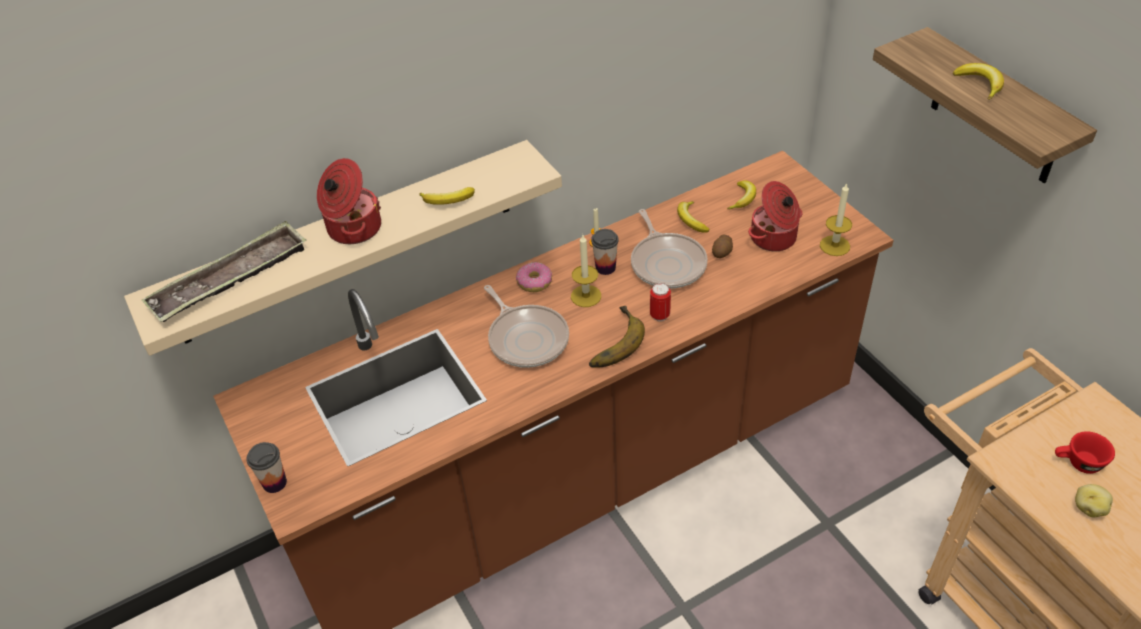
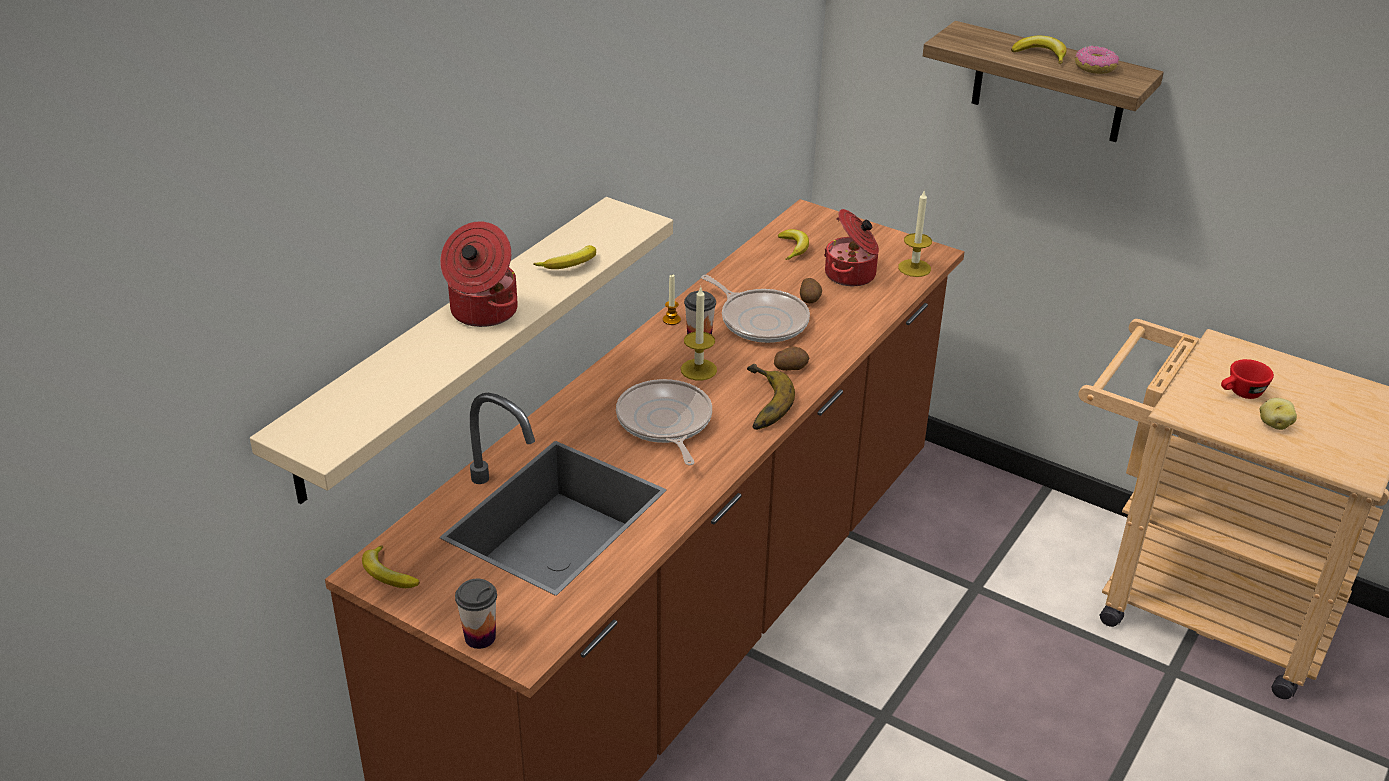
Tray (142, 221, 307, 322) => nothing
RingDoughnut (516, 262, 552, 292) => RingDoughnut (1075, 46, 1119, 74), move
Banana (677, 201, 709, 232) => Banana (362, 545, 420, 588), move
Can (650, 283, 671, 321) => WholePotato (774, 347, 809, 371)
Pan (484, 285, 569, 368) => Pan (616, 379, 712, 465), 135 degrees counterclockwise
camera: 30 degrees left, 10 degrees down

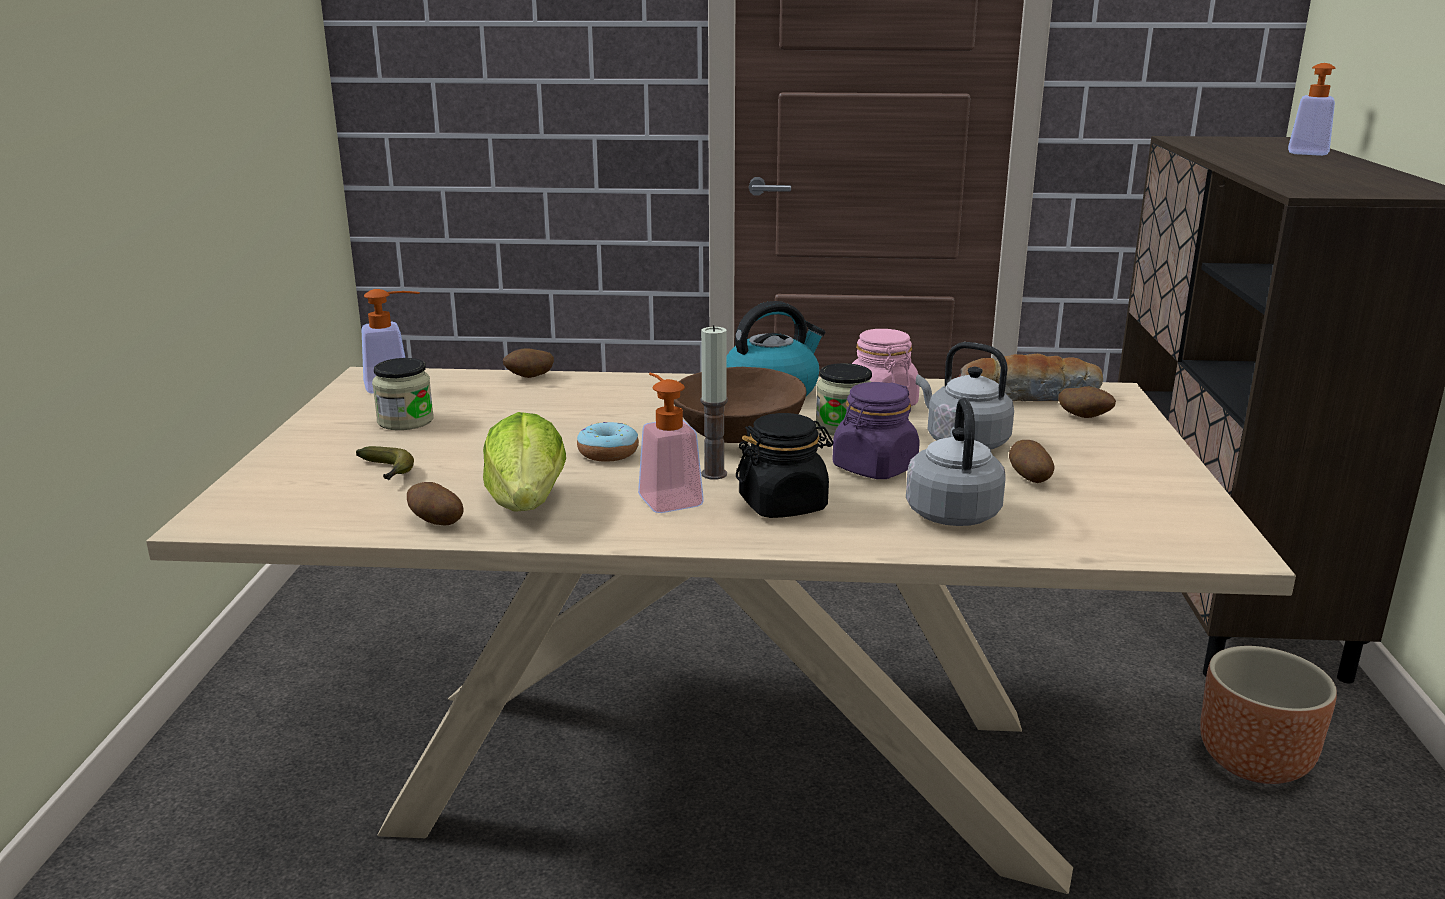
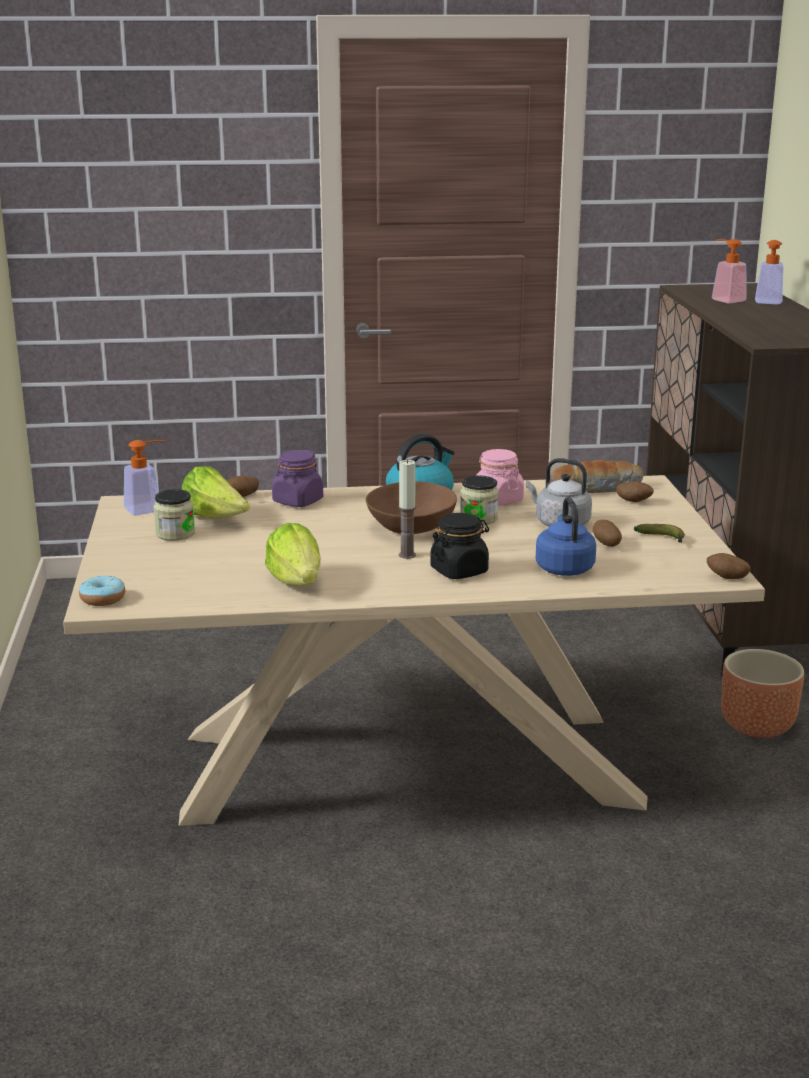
nothing => Lettuce (182, 466, 250, 519)
Banana (356, 446, 414, 480) => Banana (634, 524, 685, 543), move
WholePotato (407, 482, 464, 526) => WholePotato (707, 553, 751, 579), move
RingDoughnut (577, 422, 639, 462) => RingDoughnut (79, 576, 125, 606), move
SoapDispenser (638, 373, 704, 513) => SoapDispenser (712, 239, 746, 304), move
PurplishStorageJar (832, 382, 920, 479) => PurplishStorageJar (272, 450, 323, 507), move
GrayKettle (906, 398, 1005, 526) => BlueColouredKettle (536, 497, 596, 576)
camera: 10 degrees left, 0 degrees up

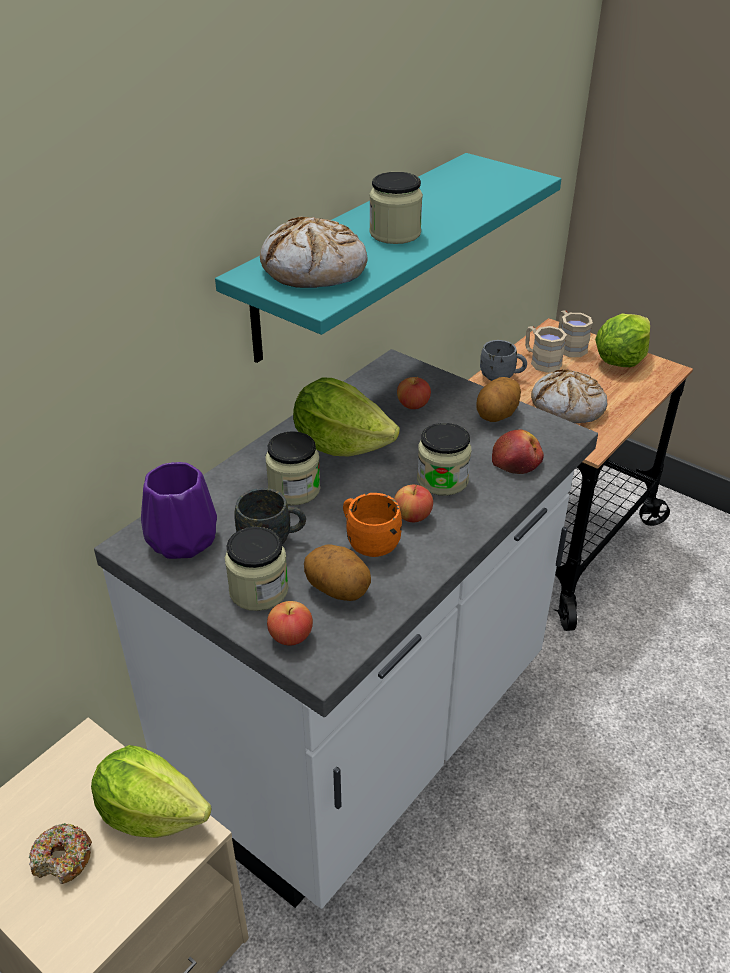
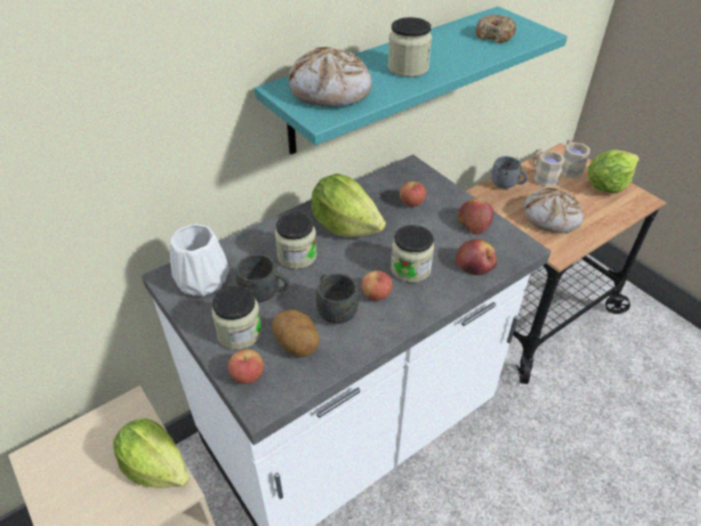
RingDoughnut (29, 823, 92, 884) => RingDoughnut (476, 14, 517, 43), move
WholePotato (476, 377, 521, 422) => Apple (458, 199, 494, 235)
PurplishVase (141, 462, 217, 559) => WhiteColouredVase (169, 224, 229, 297)
OrangeColouredTeaMug (343, 493, 402, 557) => GrayTeaMug (316, 273, 359, 324)
camera: 15 degrees right, 5 degrees up

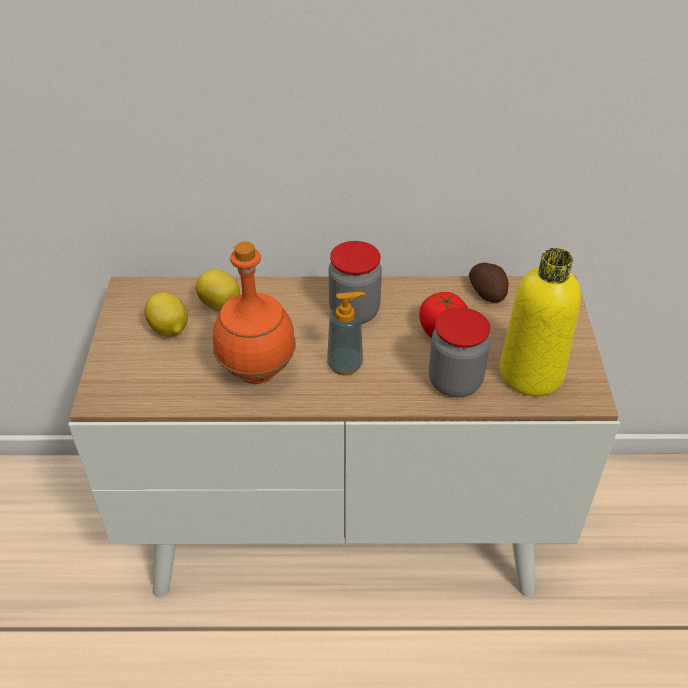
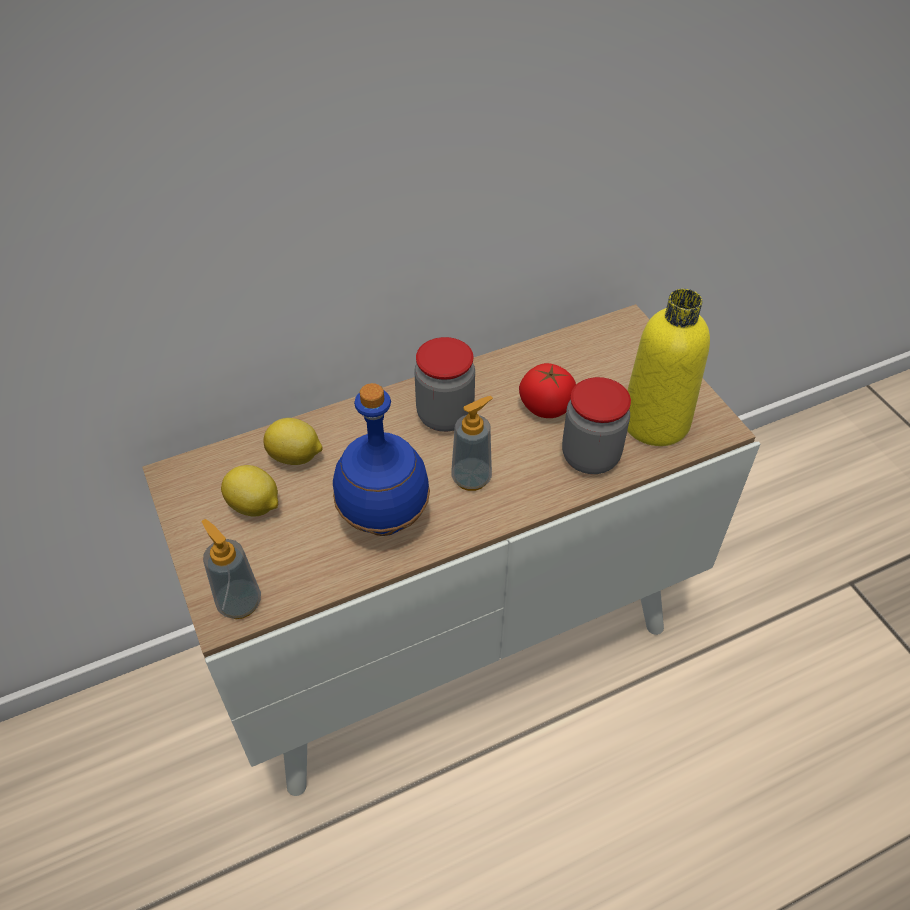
WholePotato (469, 263, 509, 303) => nothing
nothing => SoapDispenser (202, 519, 261, 619)
OrangeColouredBottle (213, 241, 296, 384) => BlueColouredBottle (333, 383, 430, 536)
camera: 25 degrees left, 5 degrees up

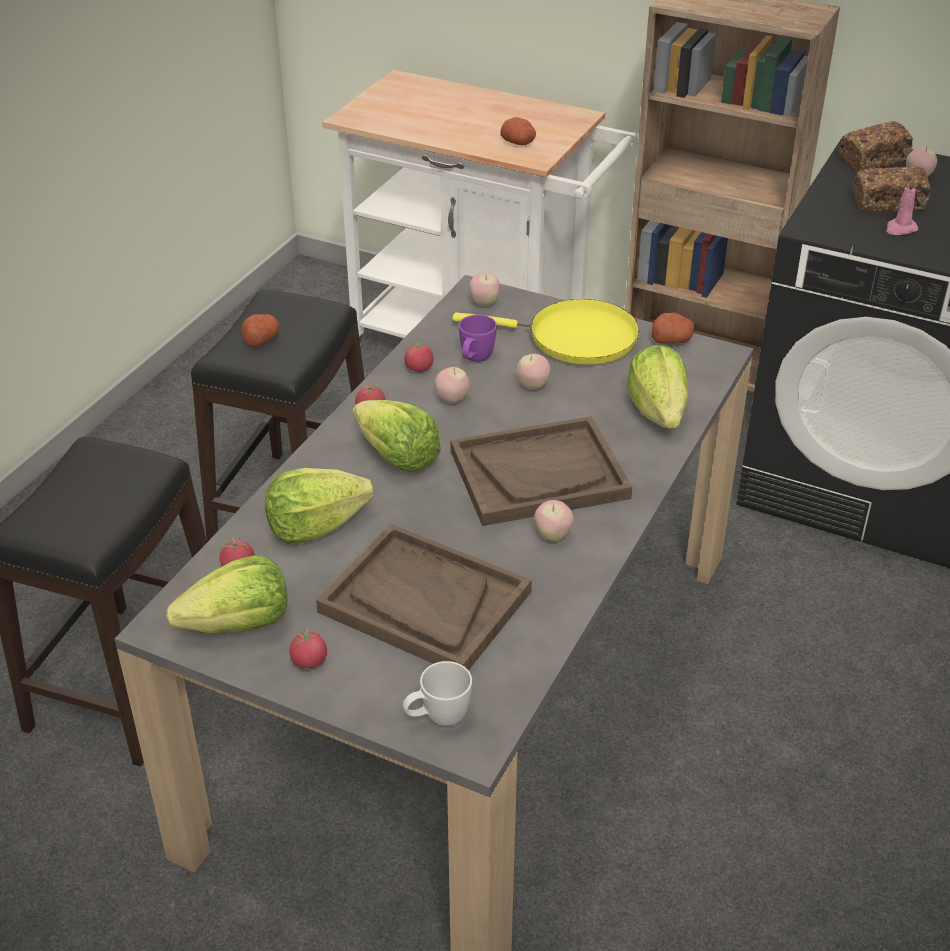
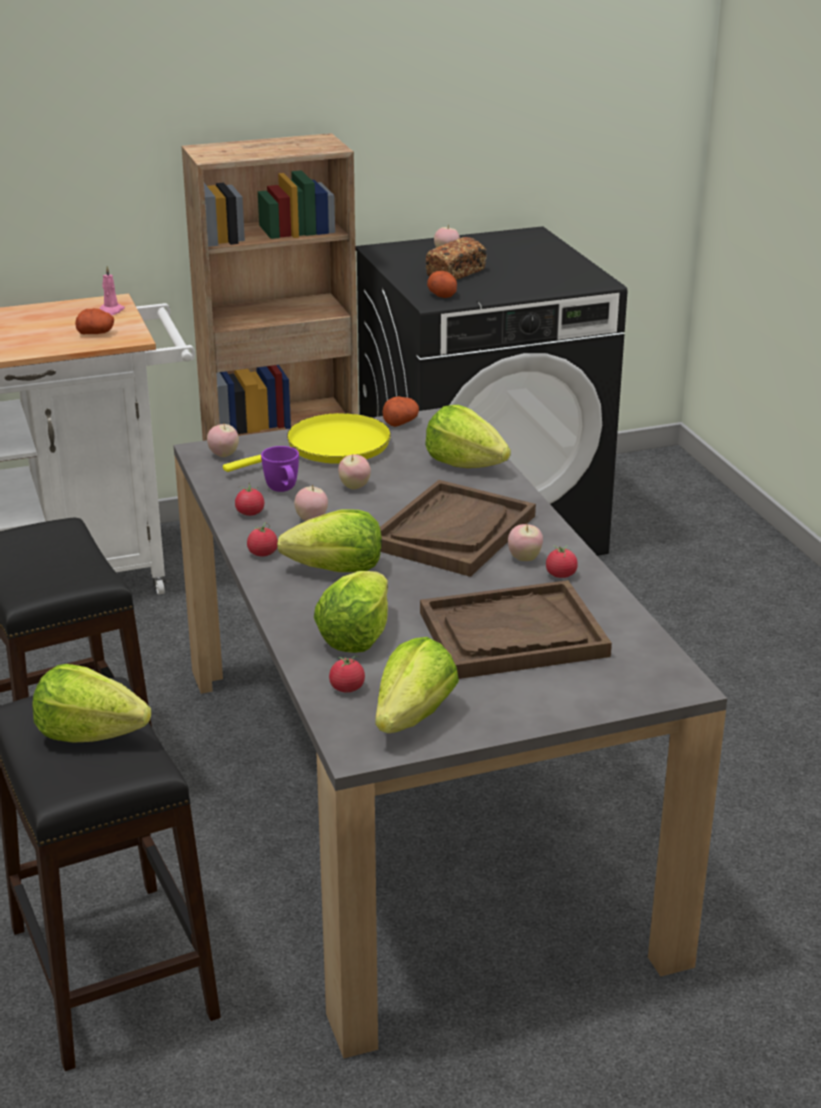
WhiteColouredTeaMug (403, 661, 472, 726) => nothing
BakeryBread (840, 121, 913, 172) => nothing
nothing => Lettuce (32, 664, 152, 743)
WholePotato (241, 314, 279, 347) => WholePotato (427, 271, 457, 298), move
Tomato (289, 626, 327, 669) => Tomato (546, 545, 578, 578), move
PinkishCandle (886, 179, 918, 235) => PinkishCandle (99, 266, 125, 315), move
camera: 45 degrees left, 10 degrees down

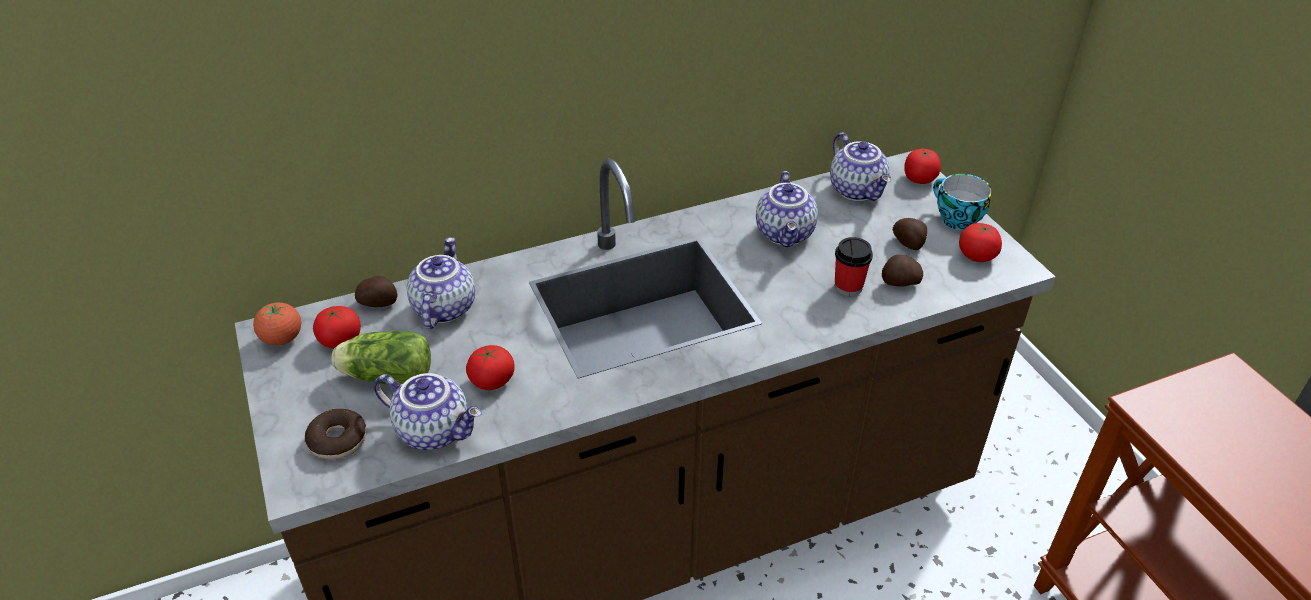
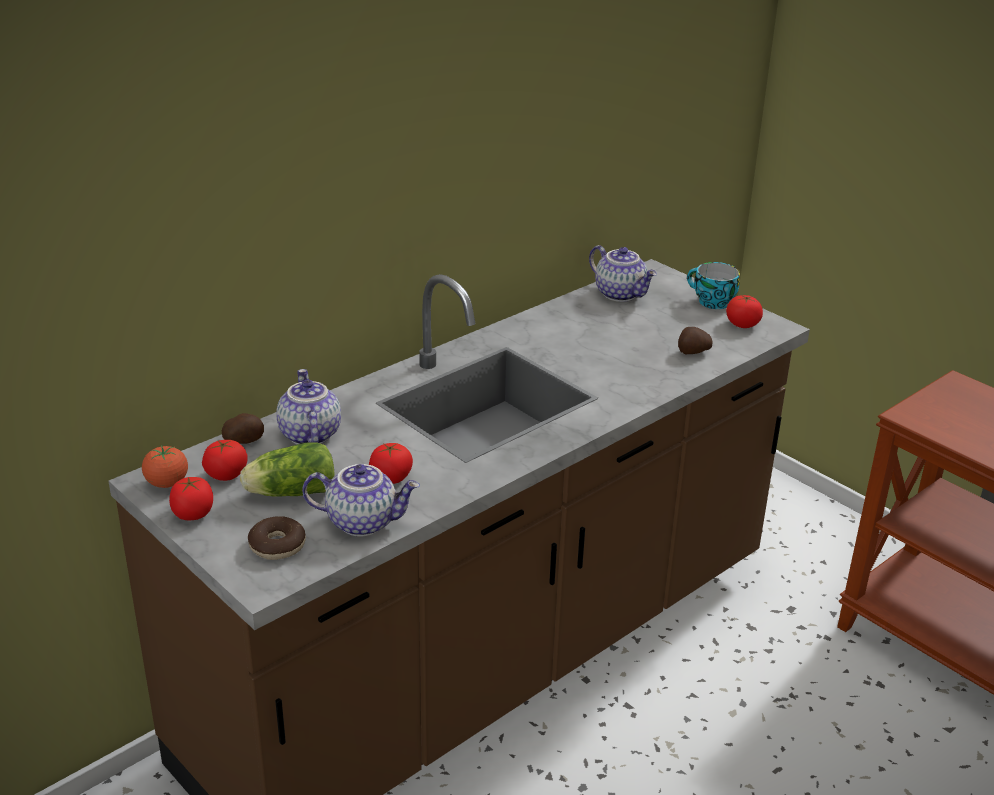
Teapot (756, 171, 818, 247) => nothing
DrinkingCup (835, 237, 873, 296) => nothing
WholePotato (893, 218, 927, 250) => nothing
Tomato (904, 149, 941, 184) => Tomato (169, 477, 213, 520), move
camera: 20 degrees left, 10 degrees down

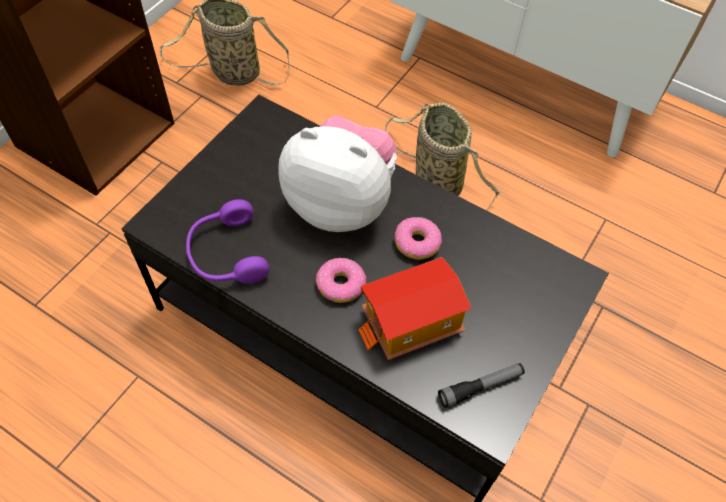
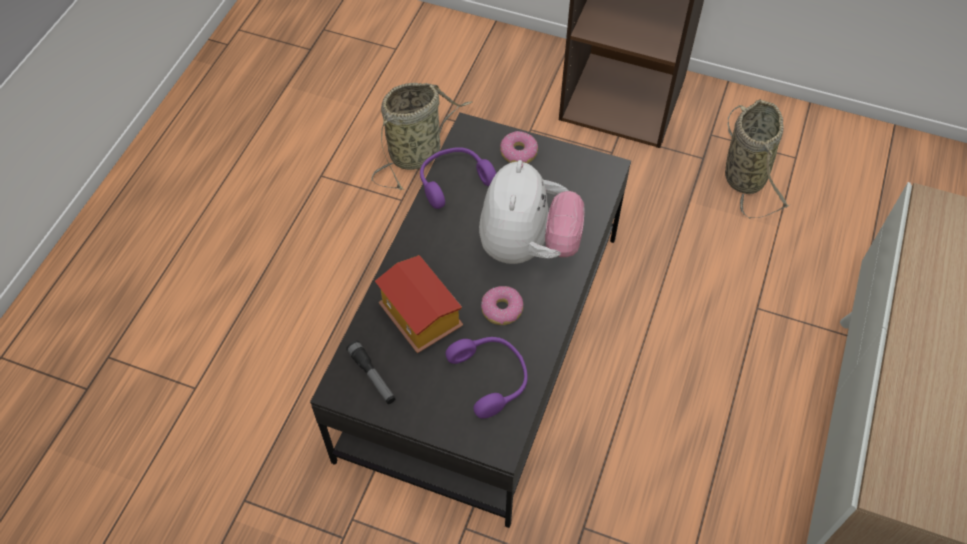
nothing => PurplishPairOfHeadphones (446, 337, 528, 419)
RingDoughnut (316, 258, 366, 303) => RingDoughnut (500, 131, 538, 164), move
HouseholdBasket (385, 102, 500, 211) => HouseholdBasket (372, 83, 472, 190), move
camera: 80 degrees right, 0 degrees up

